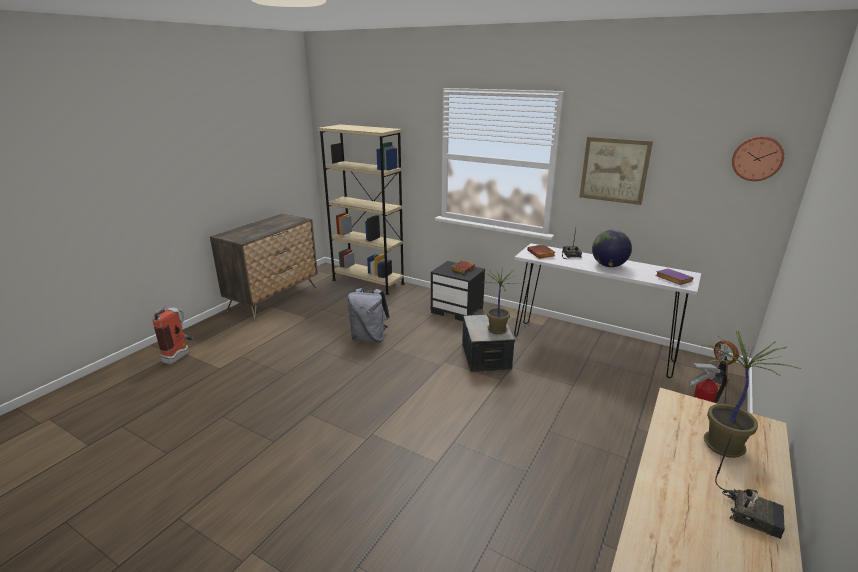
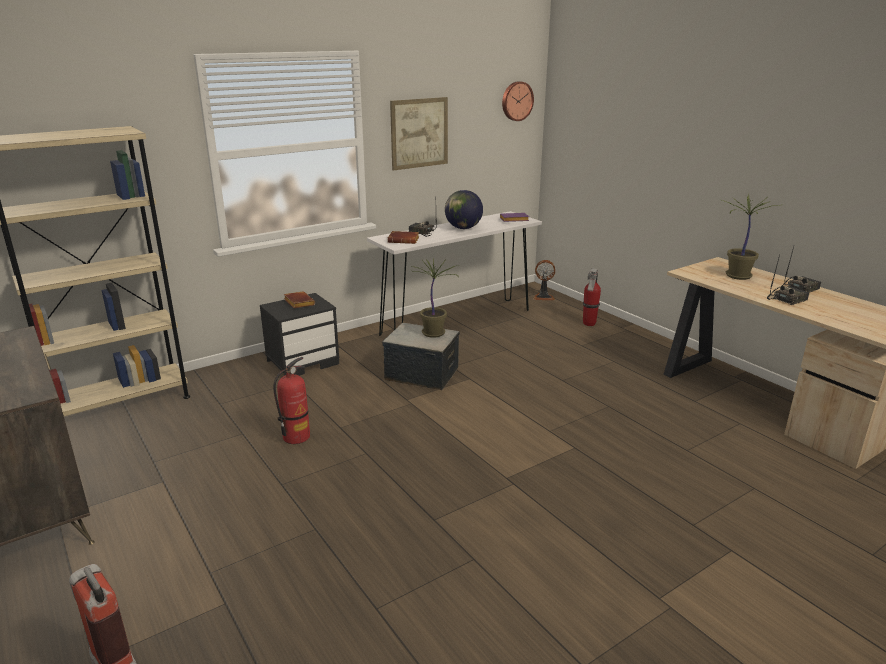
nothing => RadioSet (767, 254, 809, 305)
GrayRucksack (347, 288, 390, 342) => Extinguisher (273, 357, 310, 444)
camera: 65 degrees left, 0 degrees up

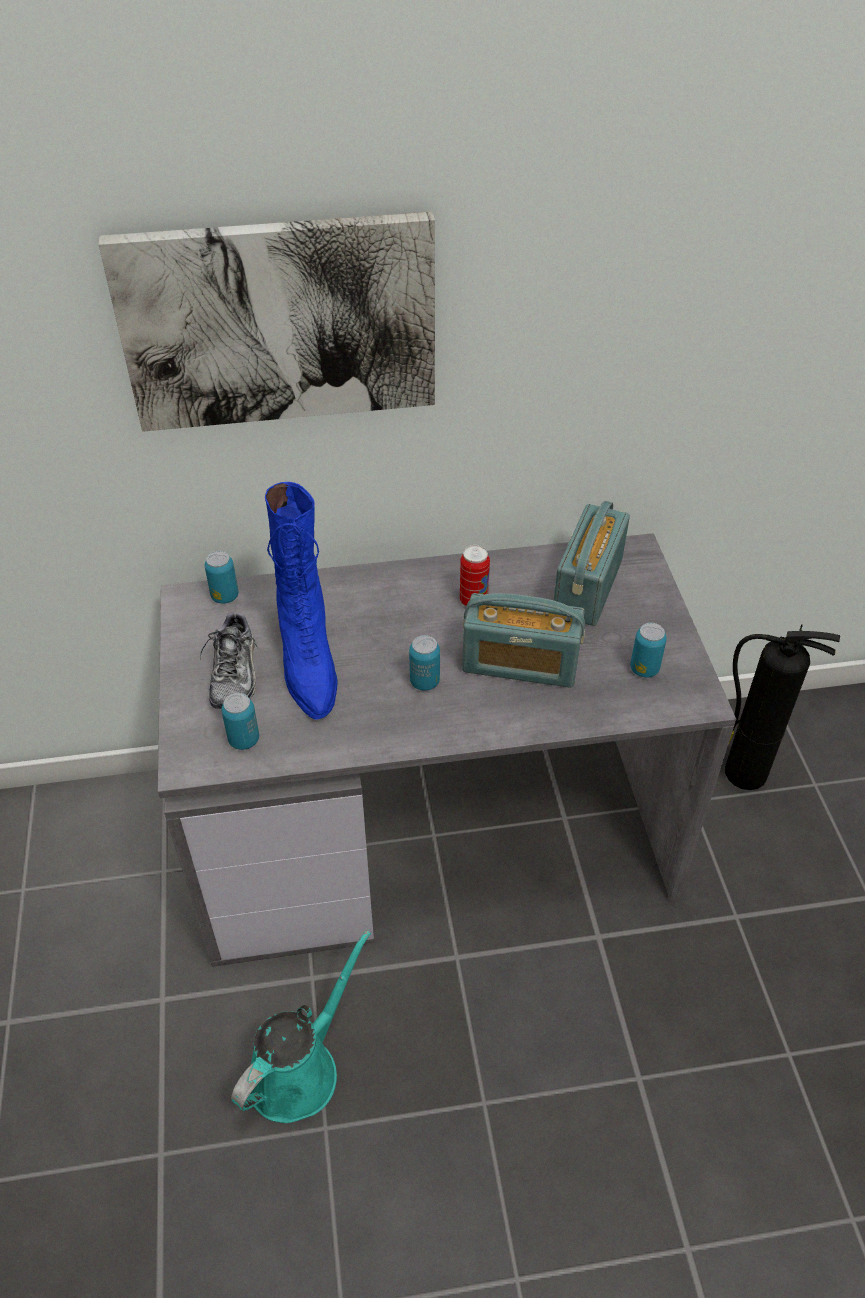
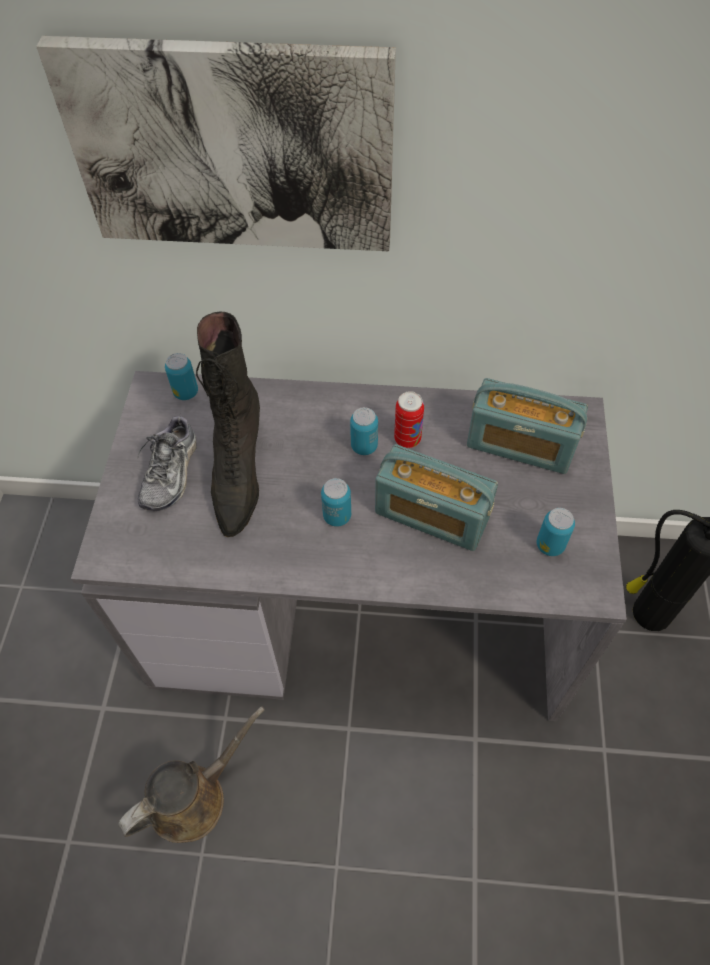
Can (221, 693, 259, 750) => Can (350, 407, 378, 455), move
BlueGreenSprinklingCan (231, 930, 371, 1123) => BrownishSprinklingCan (118, 706, 265, 843)
BlueColouredBoot (265, 482, 337, 720) => BlackishBoot (196, 311, 260, 537)
RadioSet (554, 501, 630, 626) => RadioSet (467, 378, 588, 474), 105 degrees counterclockwise
camera: 15 degrees right, 10 degrees up

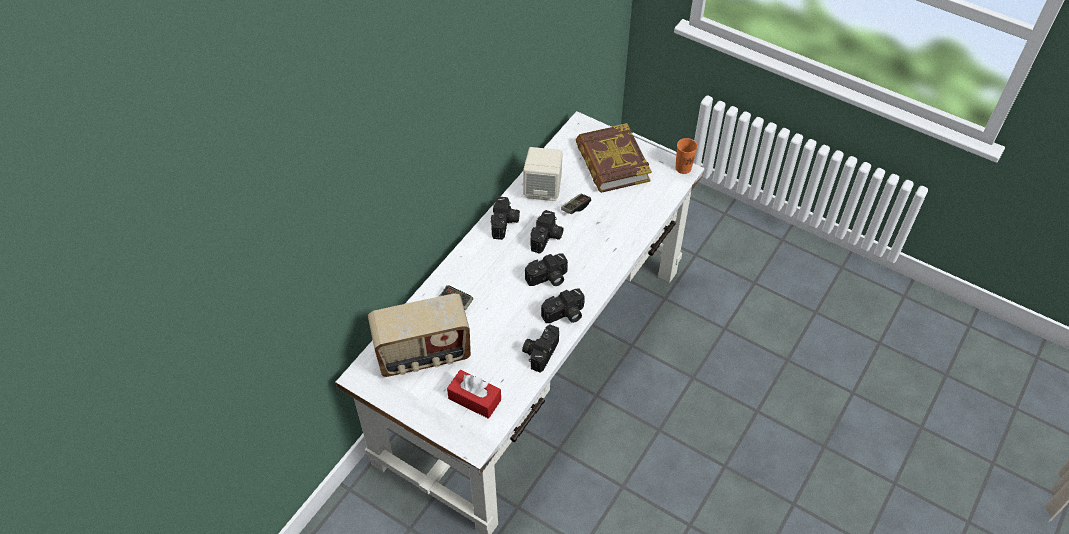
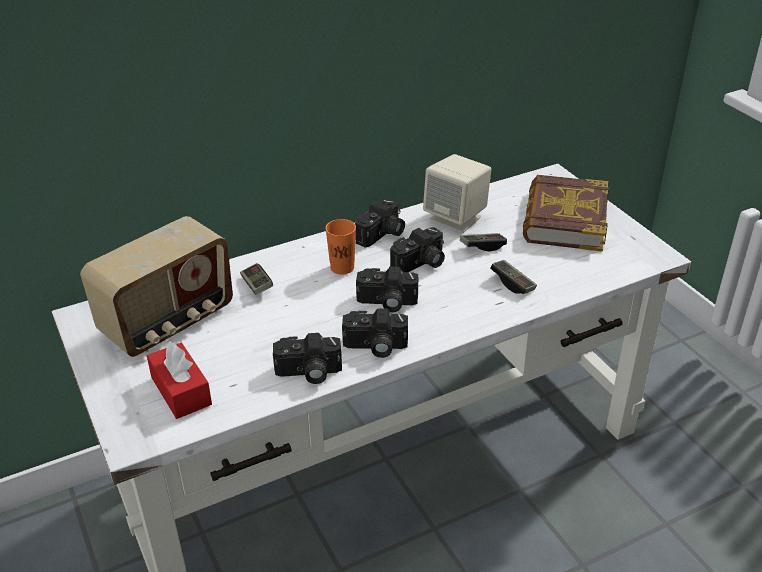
nothing => Joypad (490, 260, 537, 294)
OrangeColouredDrinkingCup (675, 138, 697, 174) => OrangeColouredDrinkingCup (325, 219, 356, 275), move
RadioSet (368, 294, 471, 377) => RadioSet (80, 216, 233, 357), 60 degrees counterclockwise
StillCamera (522, 325, 559, 373) => StillCamera (273, 333, 342, 384), 150 degrees counterclockwise
camera: 30 degrees right, 15 degrees down

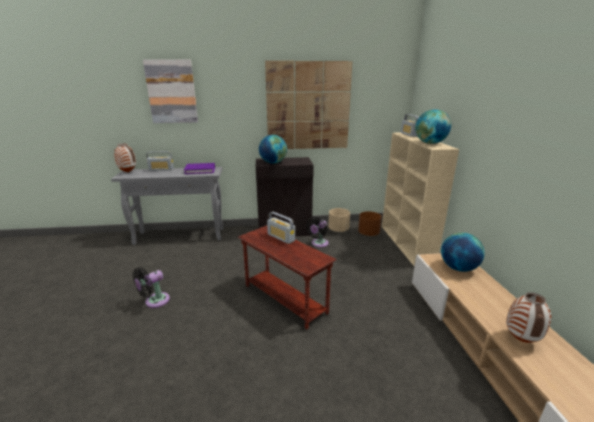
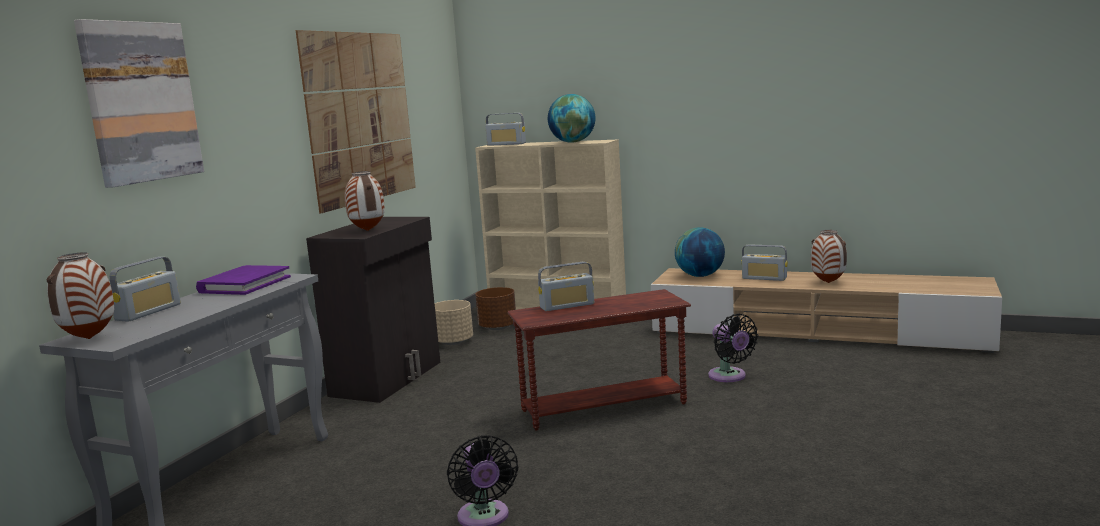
nothing => RadioSet (741, 244, 788, 281)
BlackishCoolingFan (306, 217, 328, 247) => BlackishCoolingFan (708, 313, 758, 382), move
Globe (259, 135, 287, 164) => Vase (345, 171, 385, 231)
camera: 60 degrees left, 10 degrees down

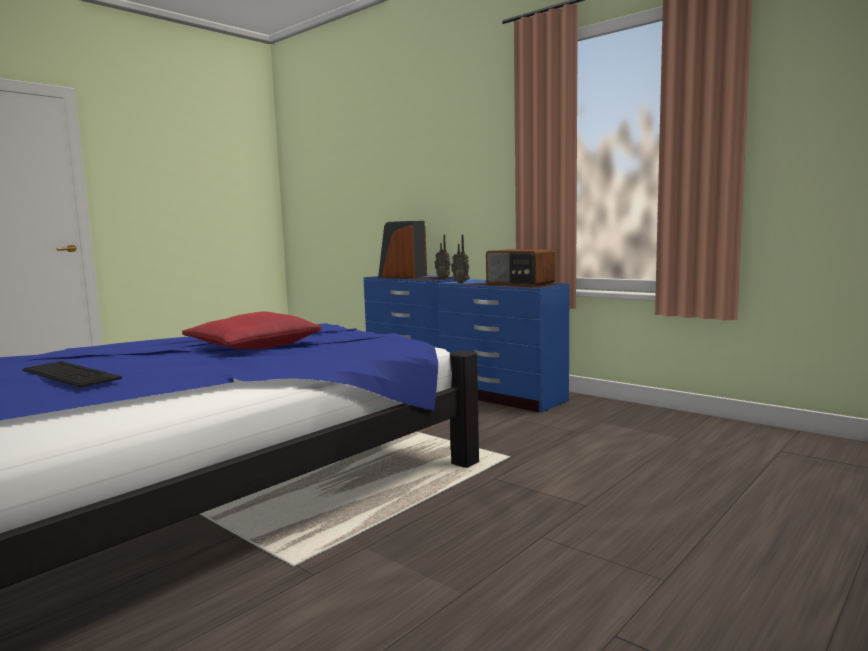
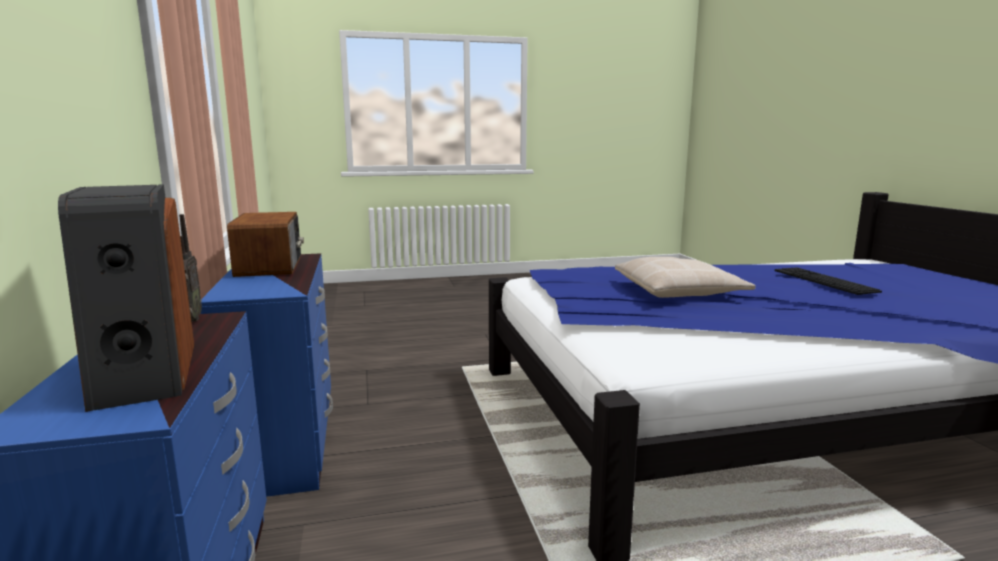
RadioSet (451, 235, 469, 283) => nothing
ReddishThrowPillow (182, 312, 321, 349) => SandColouredThrowPillow (615, 257, 756, 298)
camera: 145 degrees left, 5 degrees up

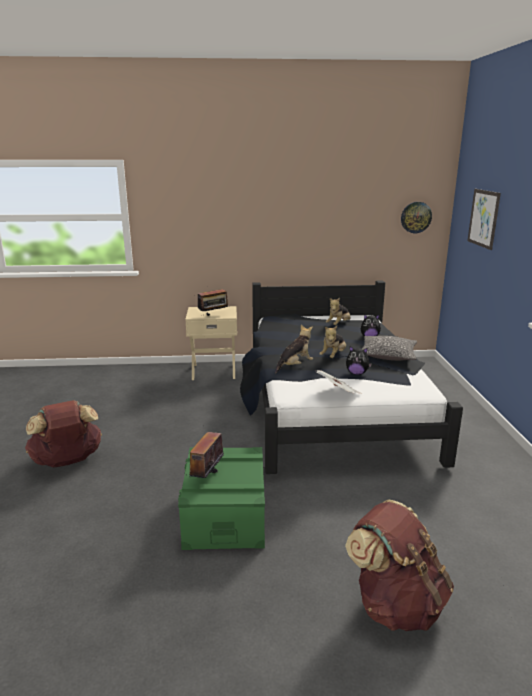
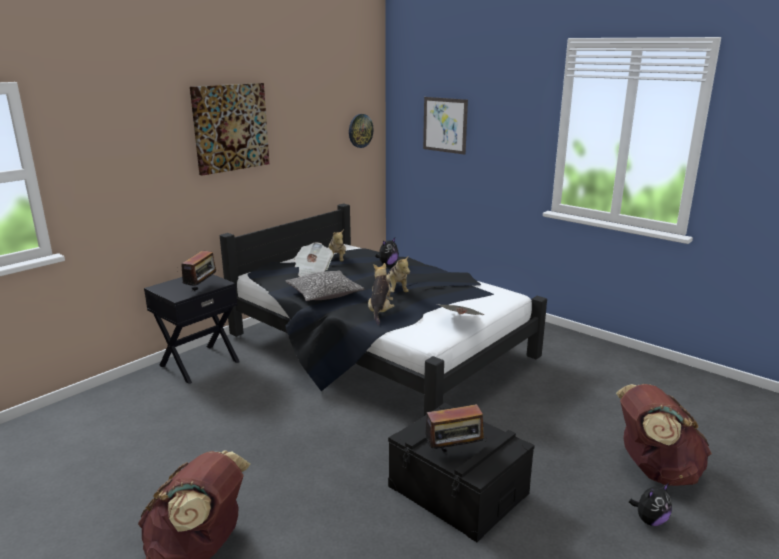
nothing => Picture (190, 83, 269, 176)
nothing => Newspaper (294, 242, 334, 277)
SoftToy (346, 346, 372, 375) => SoftToy (629, 483, 672, 526), move
ThrowPillow (362, 336, 417, 361) => ThrowPillow (286, 270, 364, 301), move
GreenColouredStorageBox (178, 447, 265, 550) => BlackishStorageBox (388, 403, 535, 542)
SandColouredBedsideTable (185, 306, 237, 380) => BlackishBedsideTable (144, 274, 240, 384)
RadioSet (189, 432, 224, 478) => RadioSet (425, 404, 486, 452), 75 degrees counterclockwise
camera: 45 degrees left, 0 degrees up

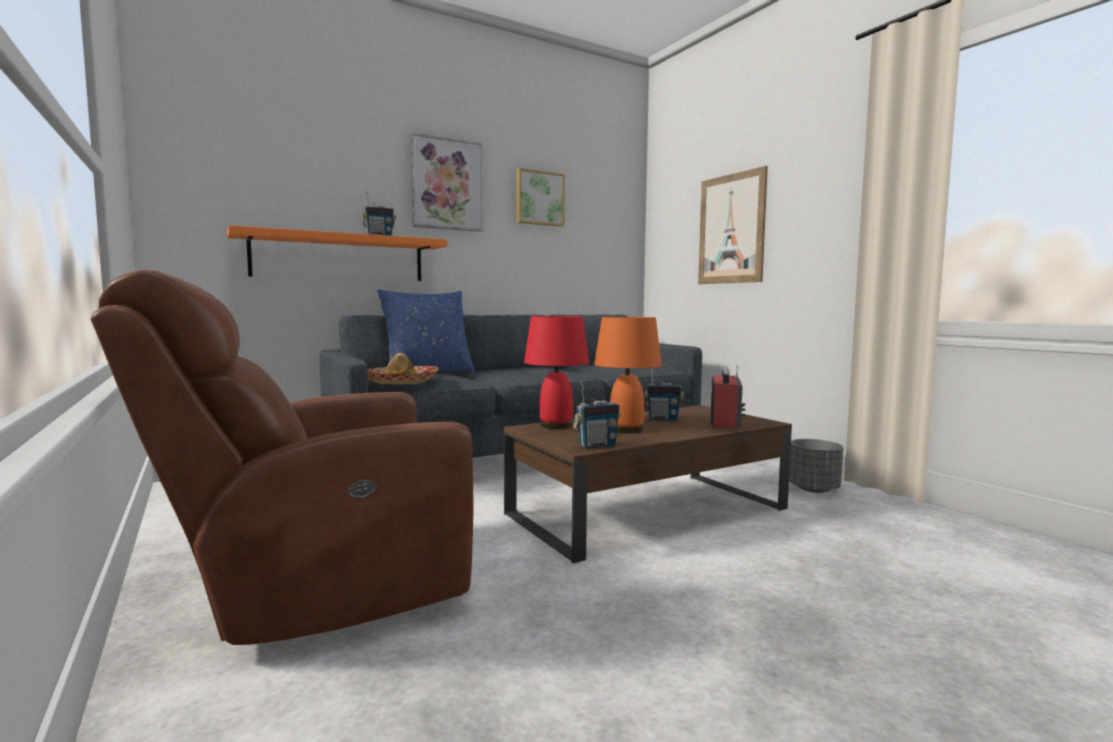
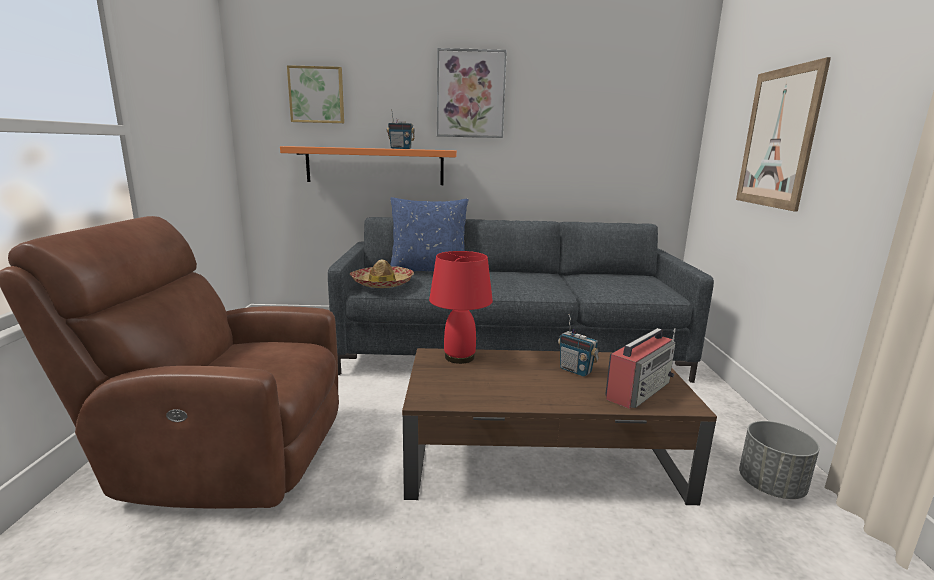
RadioSet (573, 381, 621, 449) => nothing
OrangeColouredTabletopLamp (594, 317, 662, 433) => nothing
Picture (517, 168, 565, 227) => Picture (287, 65, 344, 123), move
camera: 30 degrees right, 10 degrees up

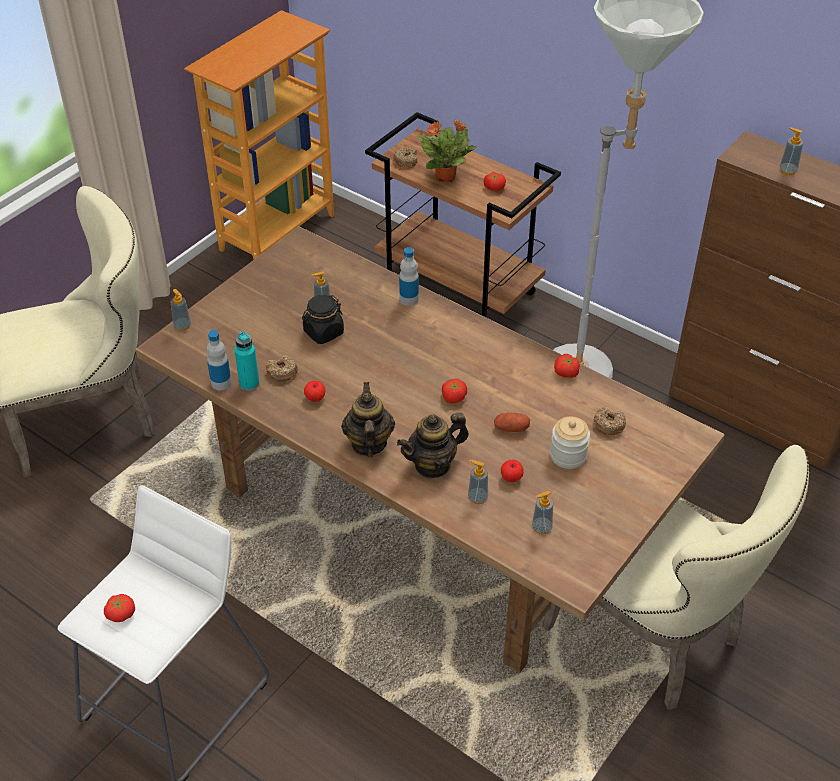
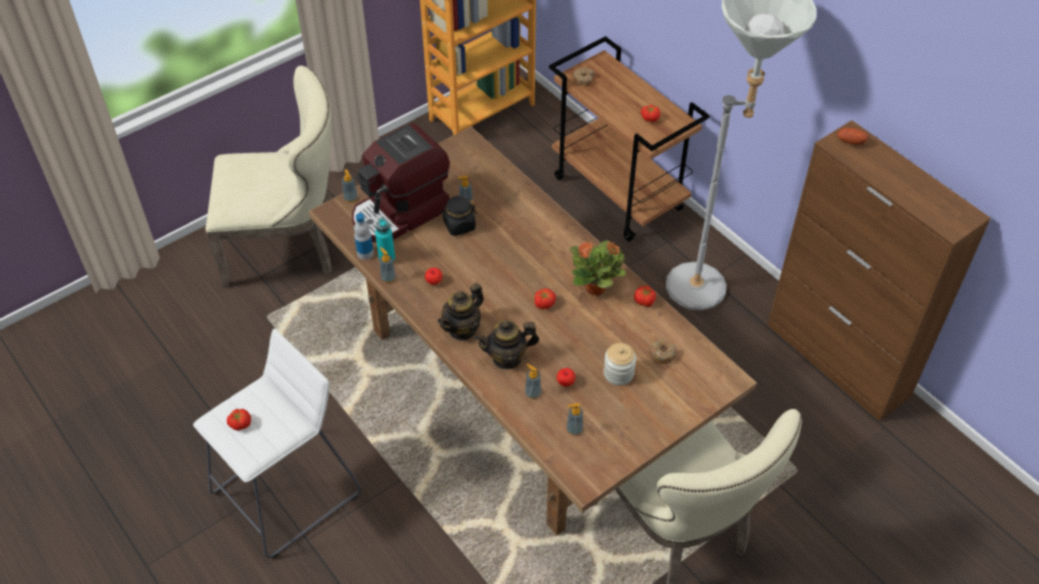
RingDoughnut (266, 355, 298, 381) => nothing
Bottle (399, 247, 419, 306) => nothing
nothing => CoffeeMachine (352, 123, 450, 243)
PottedPlant (416, 119, 476, 182) => PottedPlant (570, 241, 626, 295), move
WholePotato (494, 413, 530, 432) => WholePotato (837, 128, 868, 145), move
SoapDispenser (779, 127, 803, 175) => SoapDispenser (380, 247, 396, 283), move
Teapot (341, 382, 395, 457) => Teapot (438, 283, 484, 341), 150 degrees counterclockwise
camera: 15 degrees right, 5 degrees up

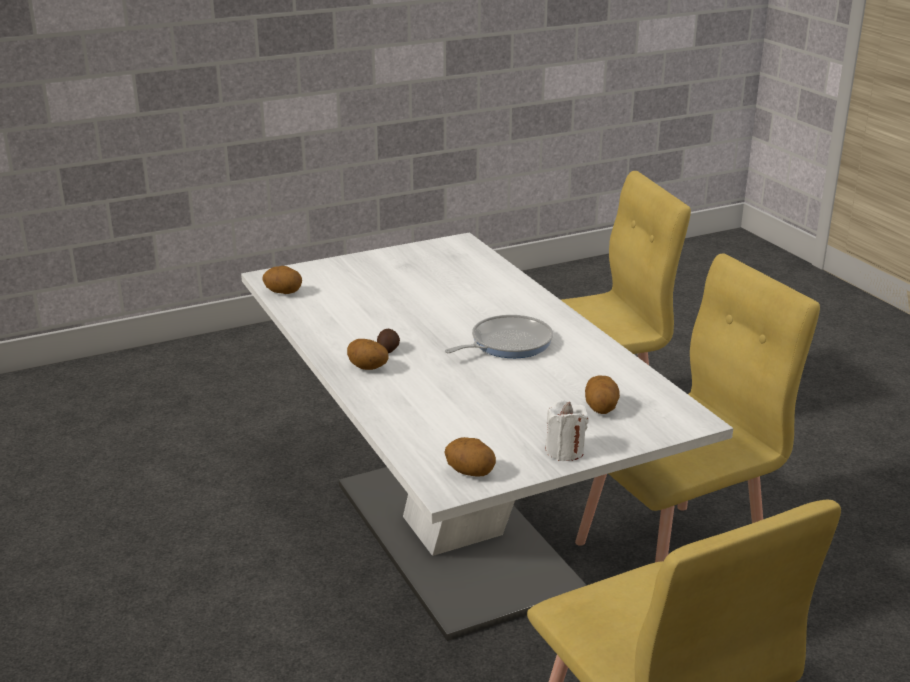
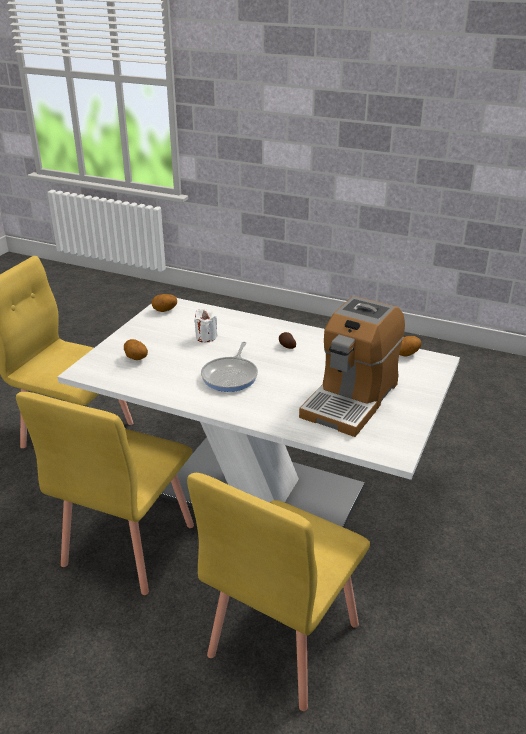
WholePotato (347, 339, 389, 370) => nothing
nothing => CoffeeMachine (299, 296, 405, 437)
WhiteColouredCandle (545, 401, 588, 461) => WhiteColouredCandle (194, 308, 217, 342), move
camera: 140 degrees right, 5 degrees up

